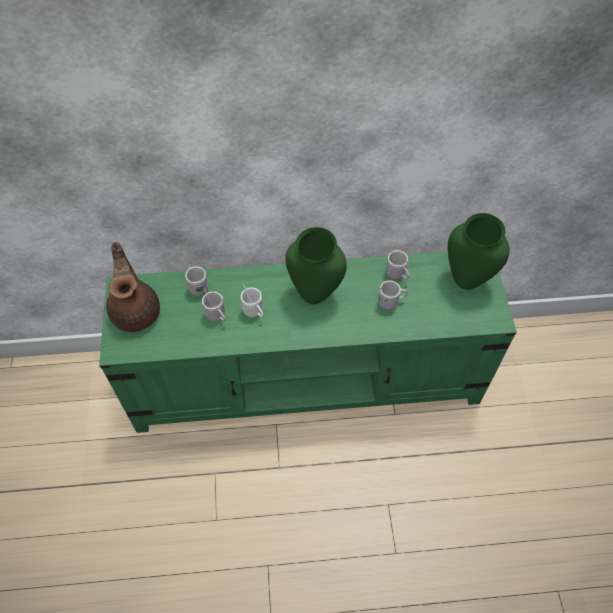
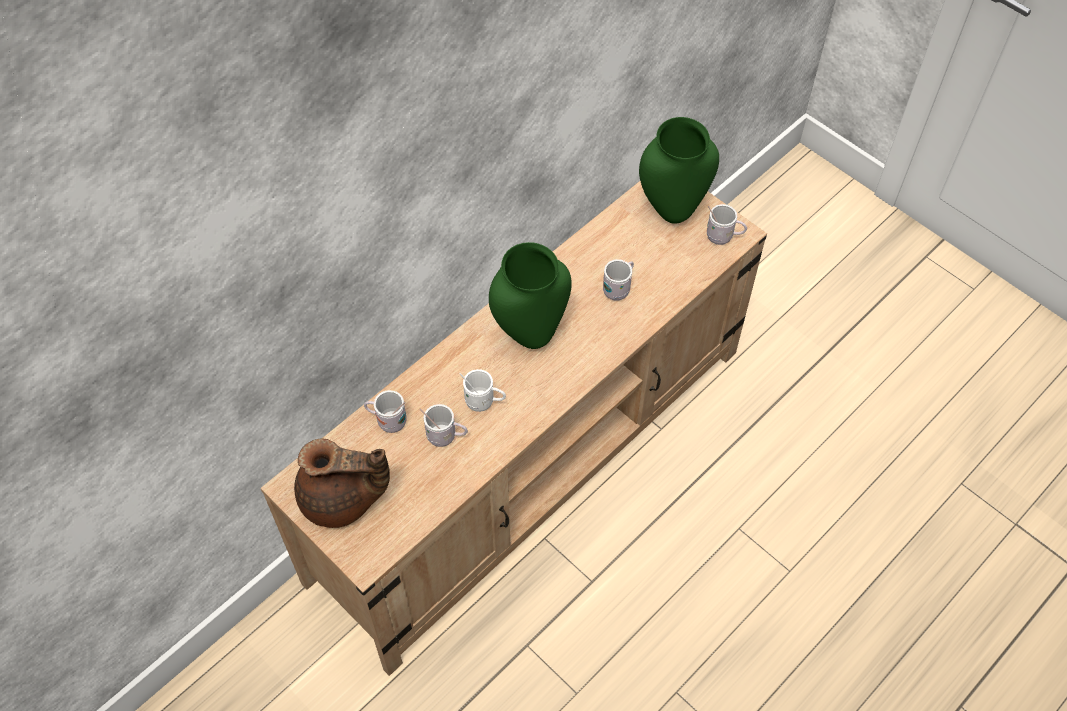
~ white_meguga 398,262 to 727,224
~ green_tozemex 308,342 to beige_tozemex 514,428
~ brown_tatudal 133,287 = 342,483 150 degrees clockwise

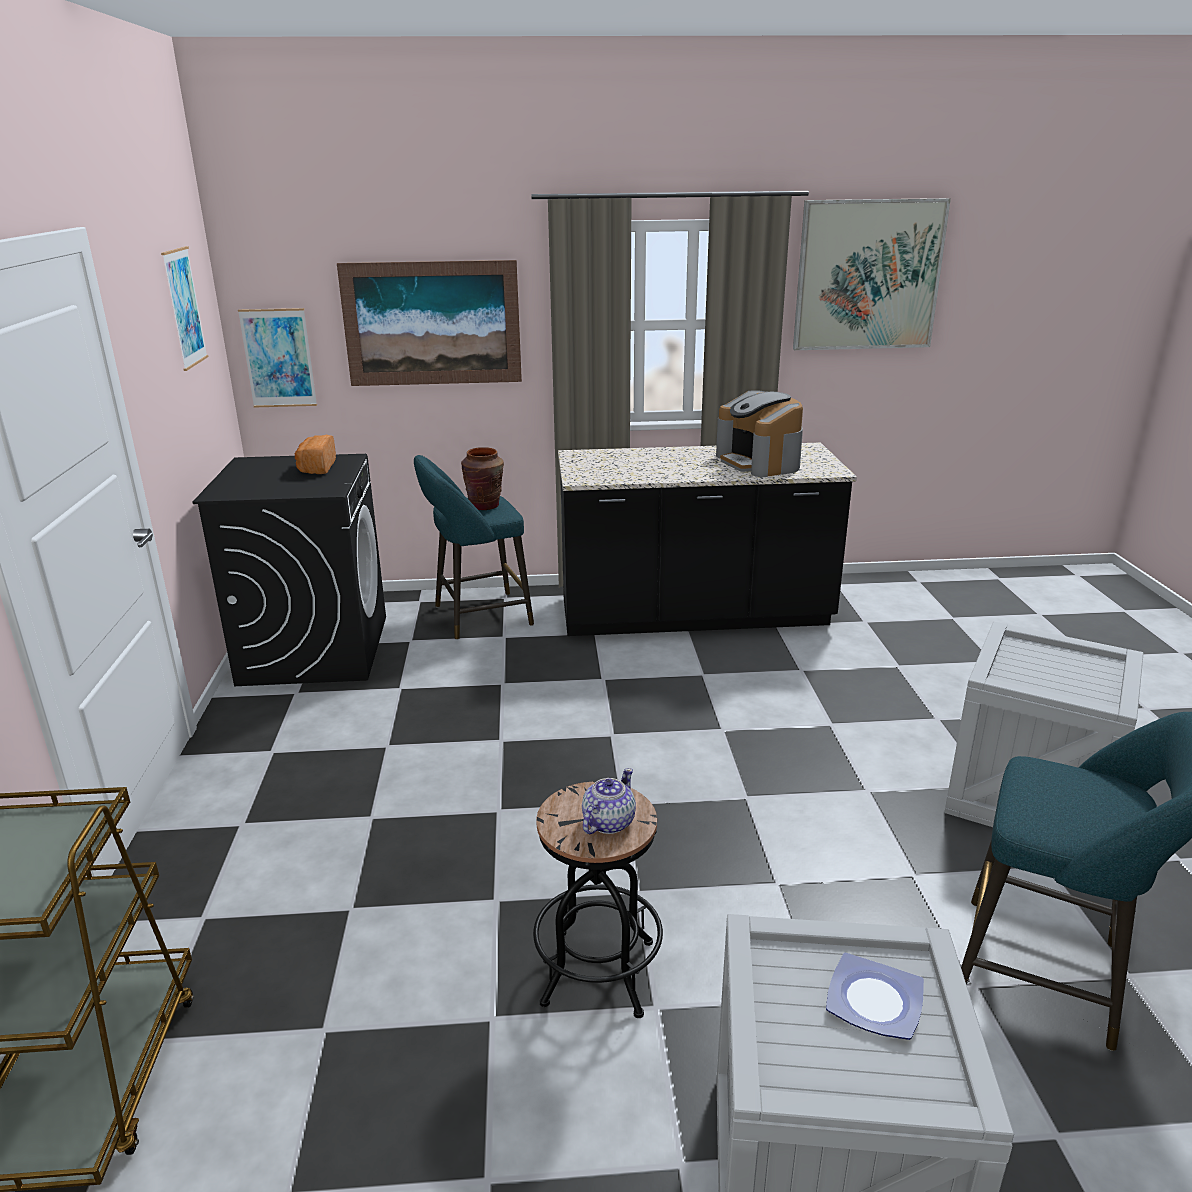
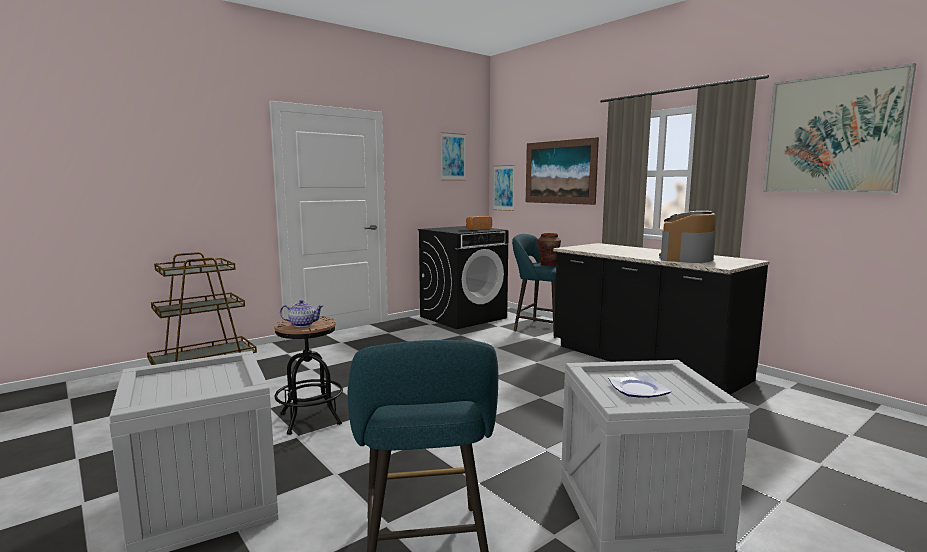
~ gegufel 875,996 to 639,386

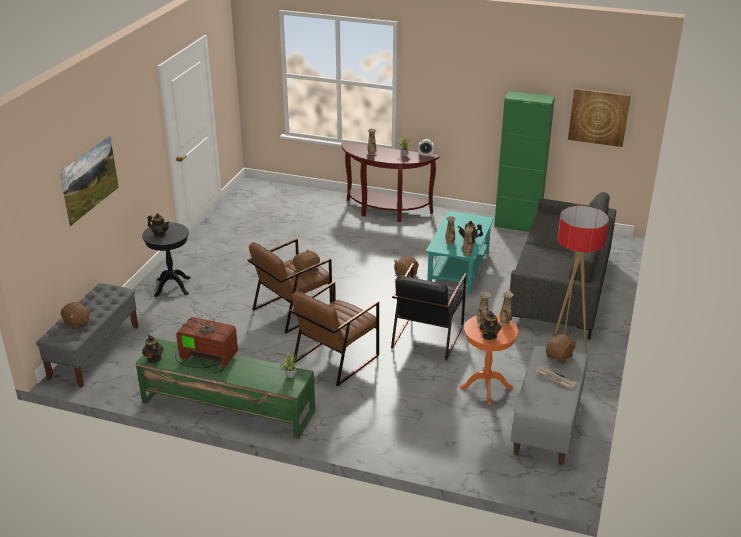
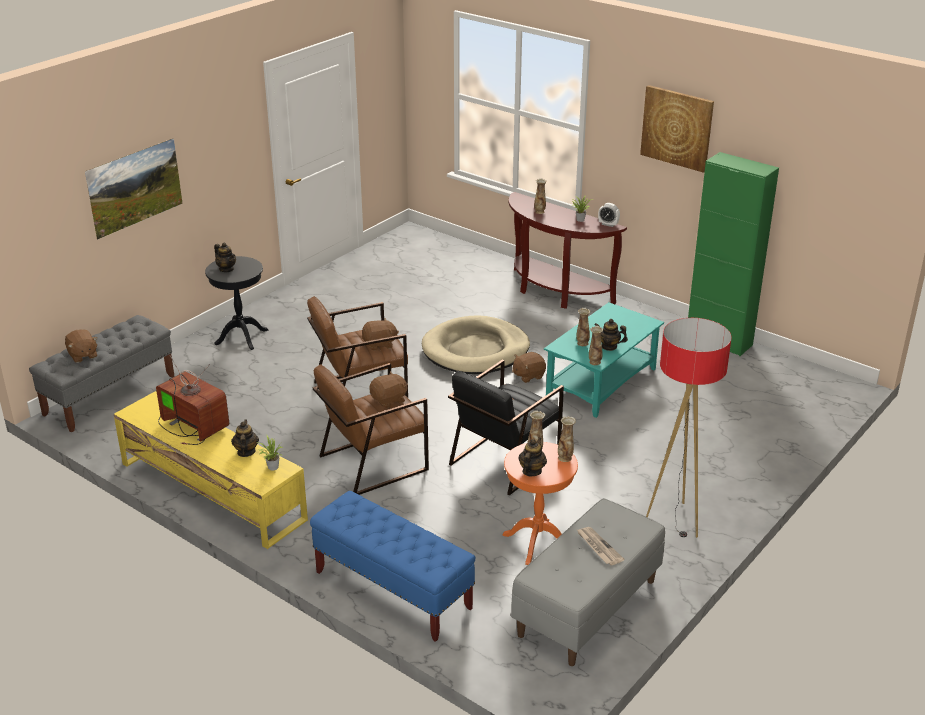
- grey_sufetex 563,266
+ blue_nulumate 392,566
+ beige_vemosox 476,345
~ tatudal 153,348 to 245,438
~ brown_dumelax 561,348 to 389,389
~ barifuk 599,117 to 677,129
~ green_tozemex 225,389 to yellow_tozemex 211,470

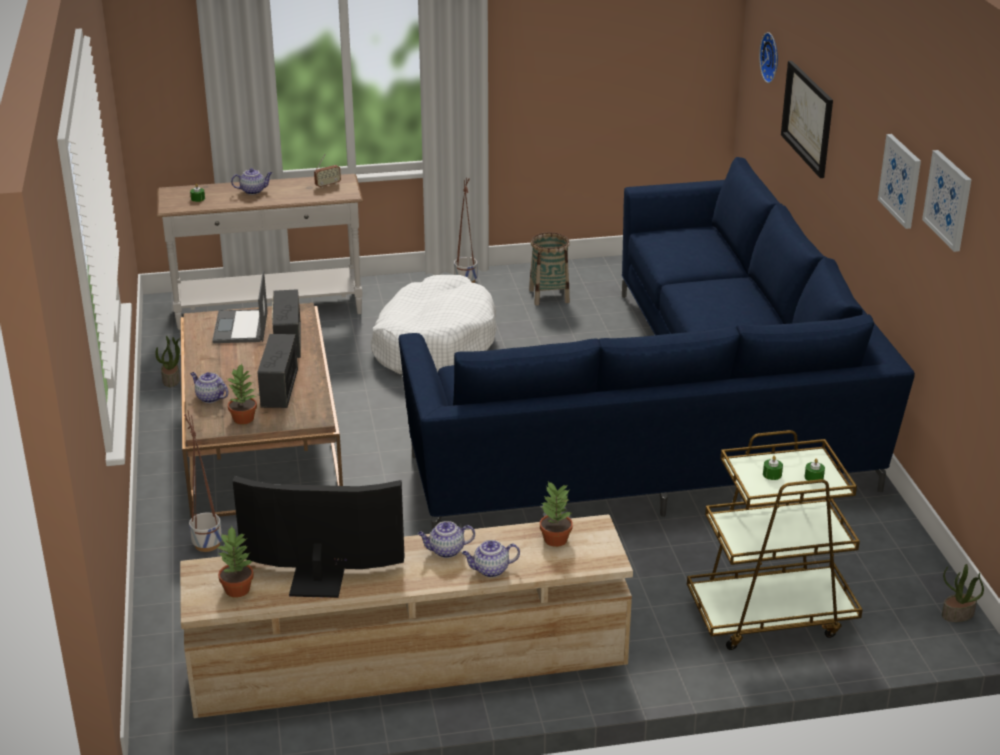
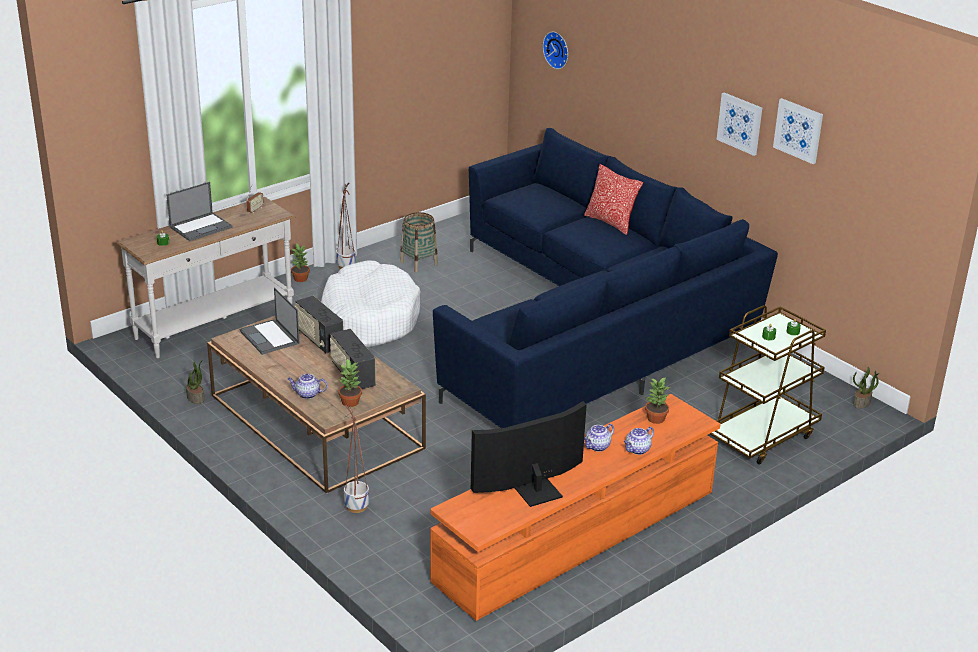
- barifuk 807,119
+ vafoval 613,199
~ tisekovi 235,562 to 300,262
~ tatudal 251,181 to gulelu 199,211
~ beige_tozemex 406,616 to orange_tozemex 575,507

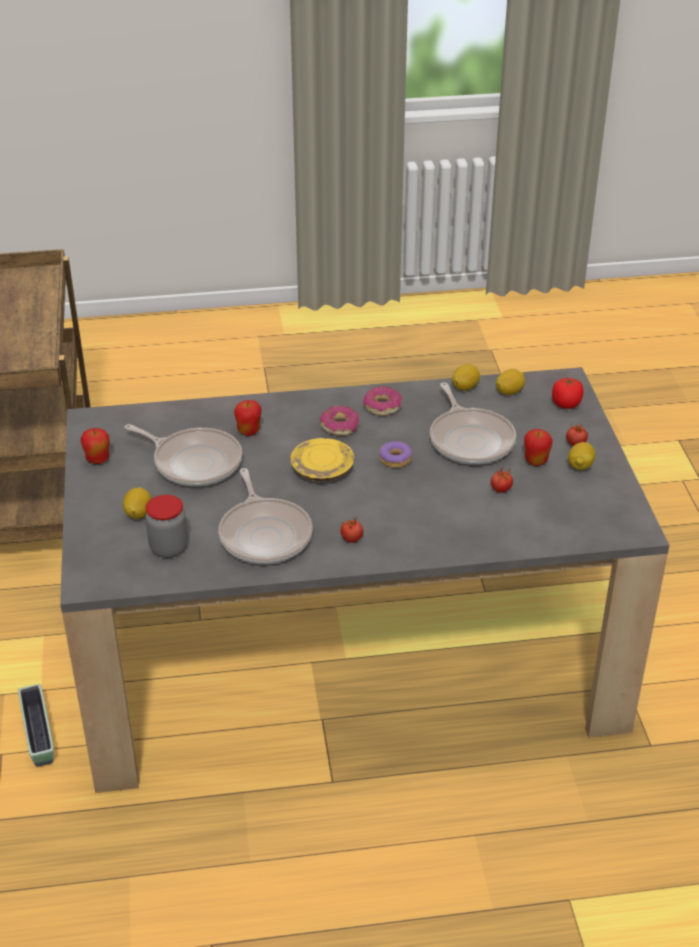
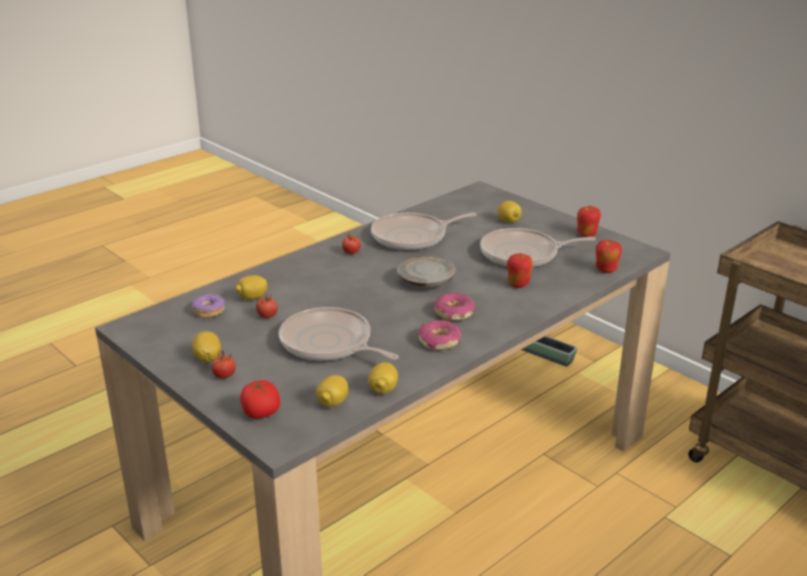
- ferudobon 166,526
+ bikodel 251,287
~ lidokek 395,454 to 208,305
~ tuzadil 538,447 to 609,256
~ yellow_gegufel 322,460 to grey_gegufel 426,272
~ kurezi 265,516 = 424,231 60 degrees counterclockwise

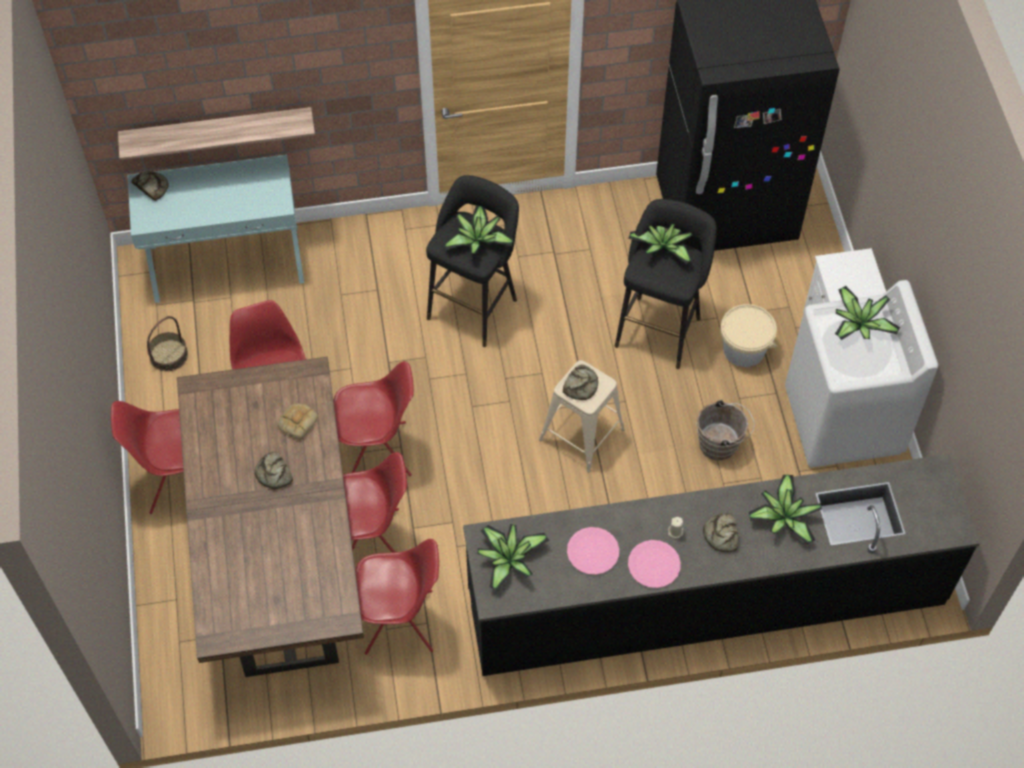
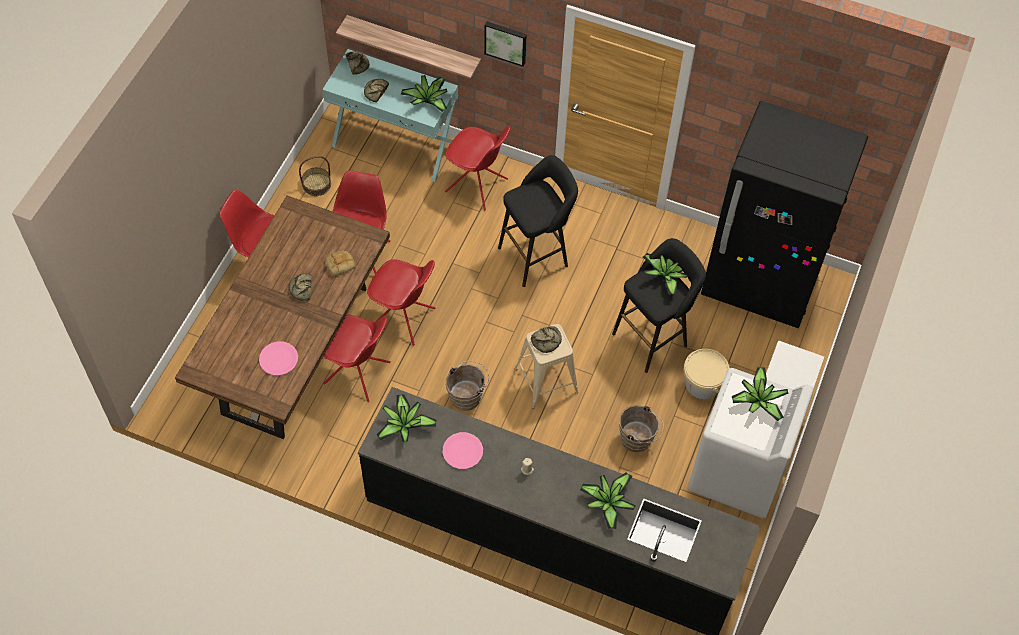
+ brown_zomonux 467,386
+ barifuk 505,44
~ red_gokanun 397,597 to 478,168
~ tisekovi 478,230 to 424,93
~ pink_gegufel 654,564 to 278,358
~ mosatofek 720,532 to 376,90

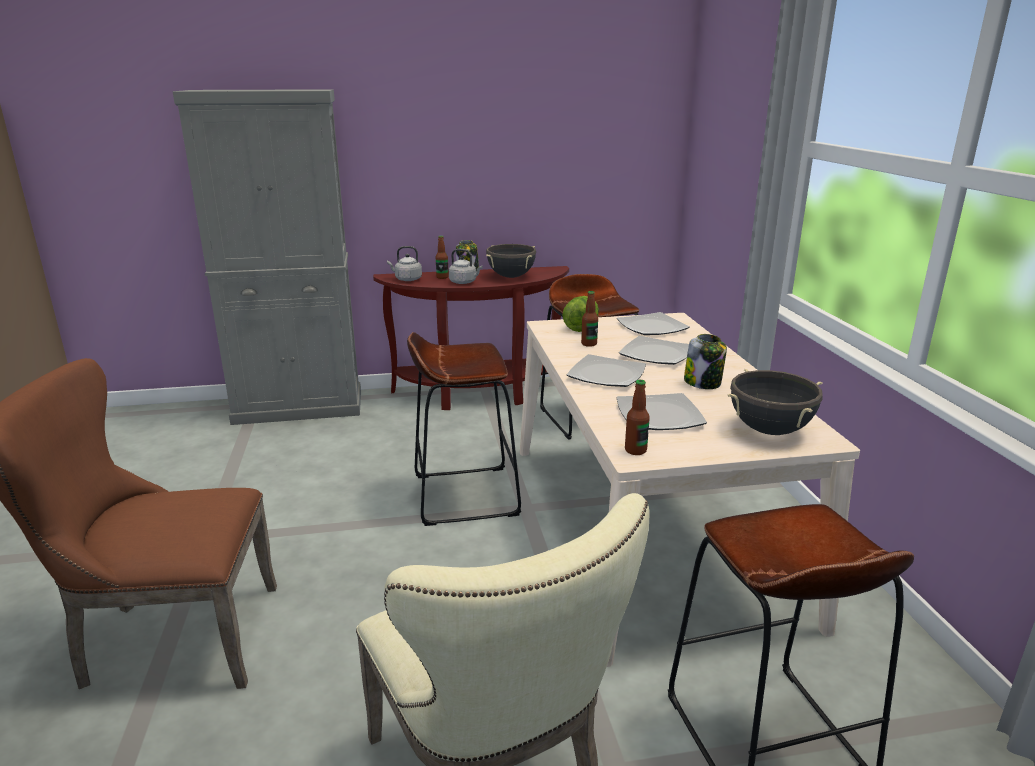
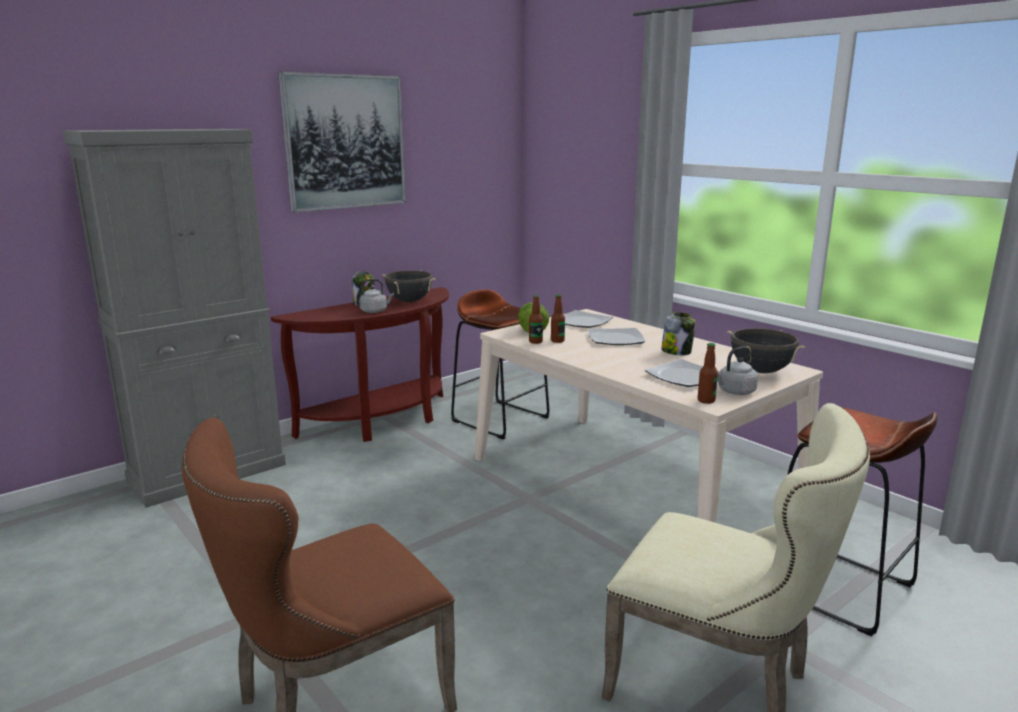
- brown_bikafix 464,429
- gegufel 606,370
+ barifuk 342,141
~ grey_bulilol 404,263 to 737,370
~ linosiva 442,257 to 536,319

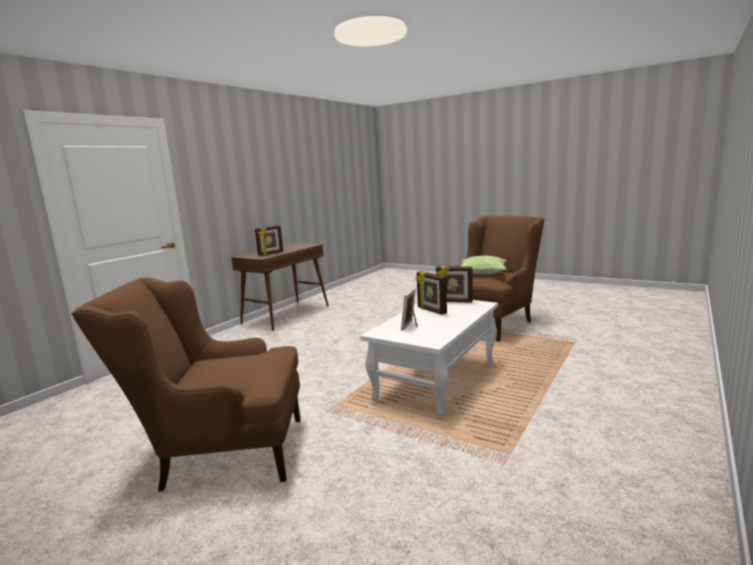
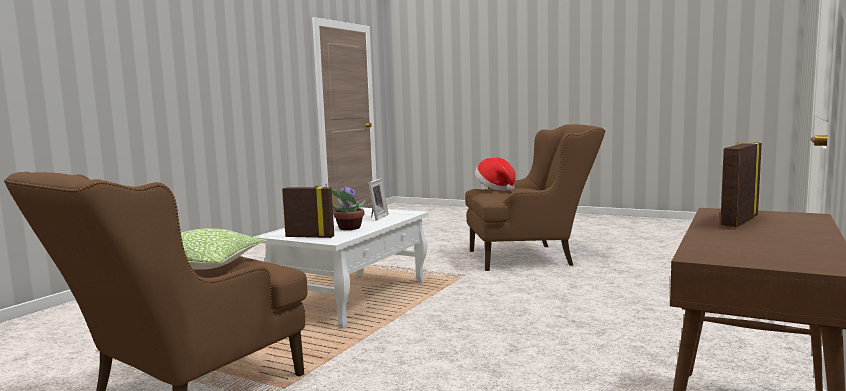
+ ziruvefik 495,174
~ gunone 431,293 to tisekovi 346,205

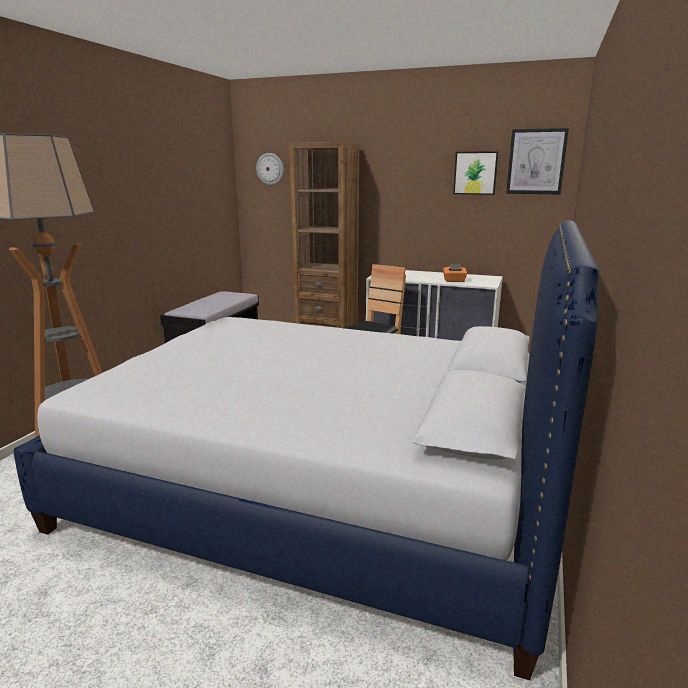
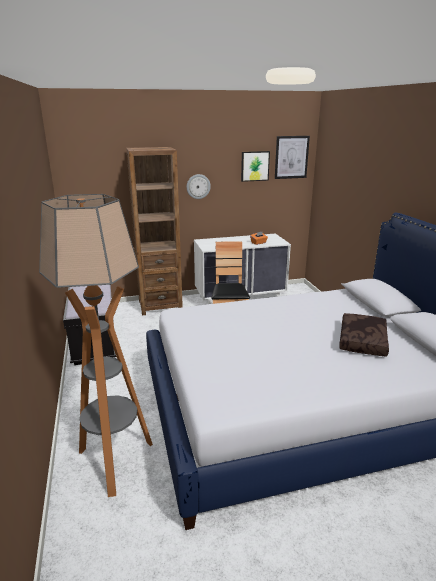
+ brown_vafoval 364,335
~ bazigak 270,169 to 199,186

